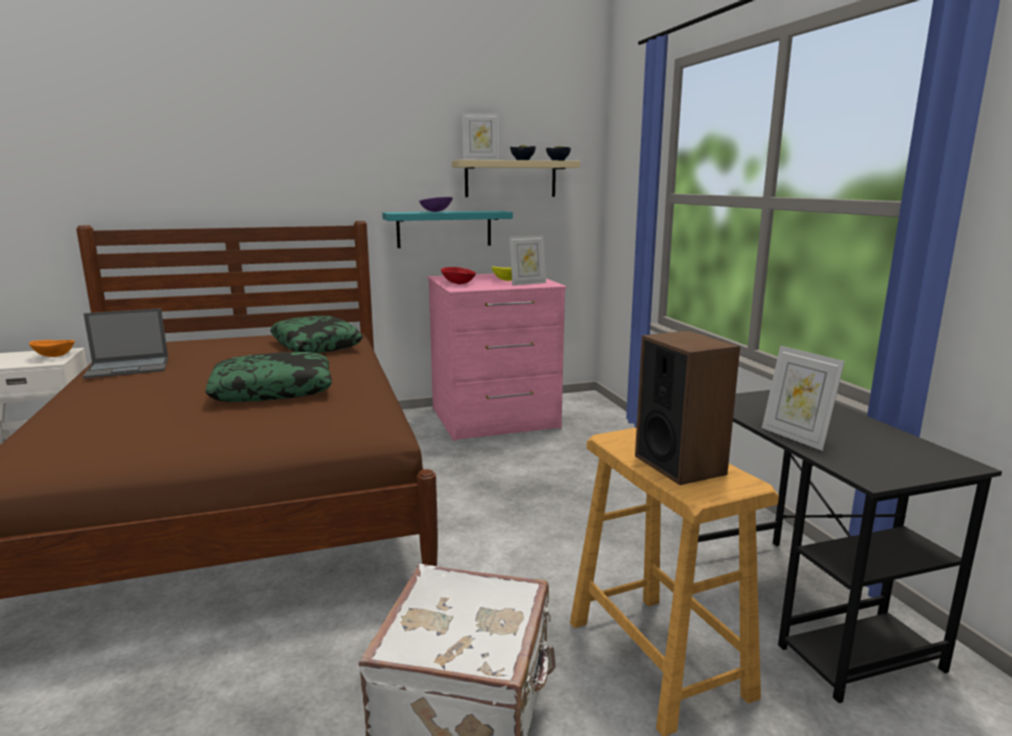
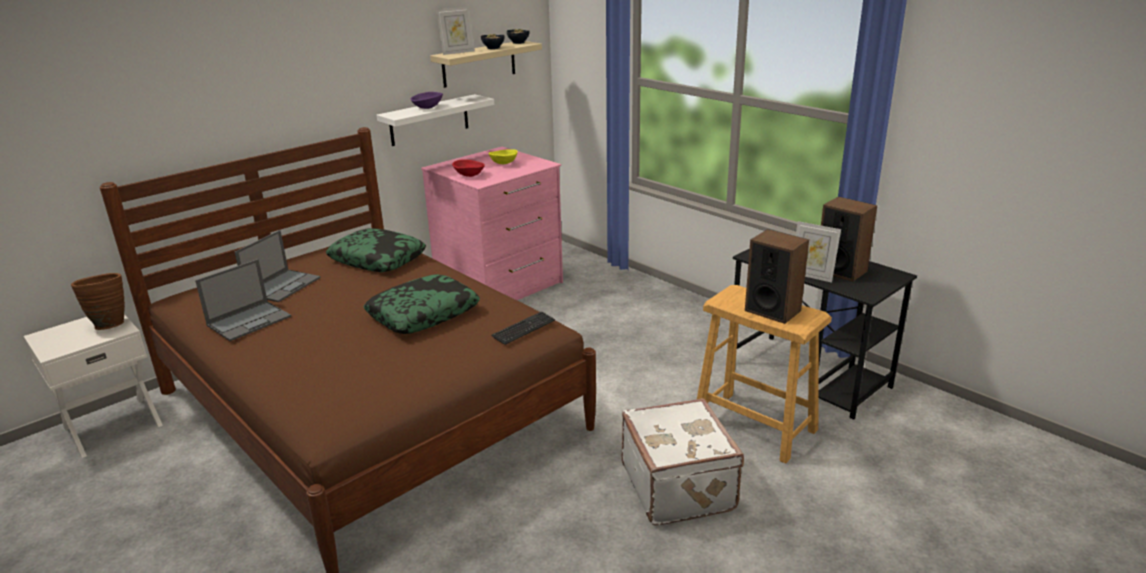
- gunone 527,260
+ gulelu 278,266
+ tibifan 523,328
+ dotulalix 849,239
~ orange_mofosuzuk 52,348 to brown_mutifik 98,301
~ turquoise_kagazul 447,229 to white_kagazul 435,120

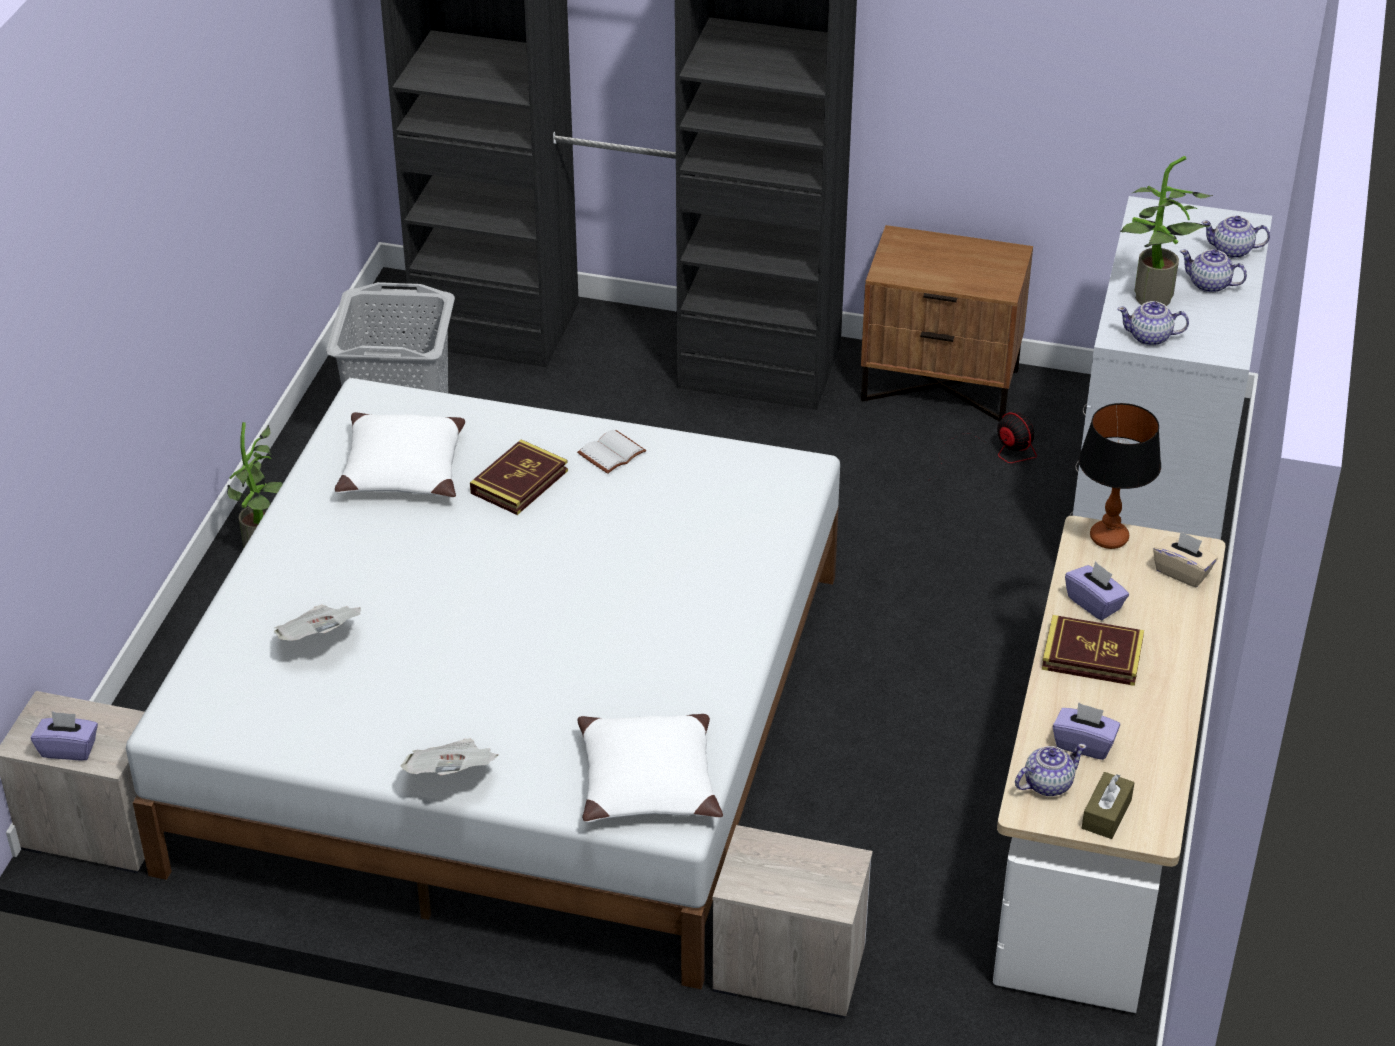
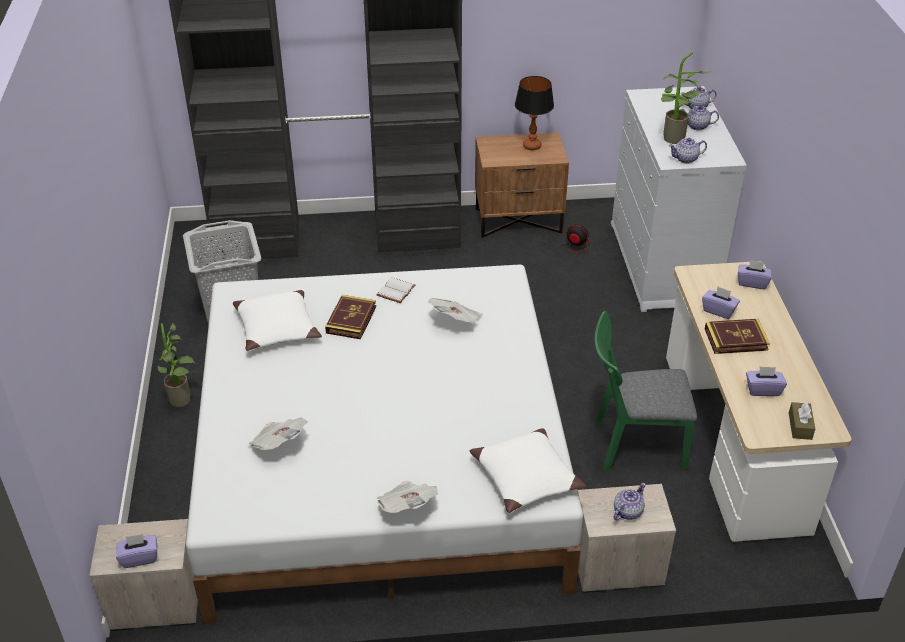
+ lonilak 455,310
+ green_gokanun 646,391
~ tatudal 1051,770 to 630,501
~ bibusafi 1120,476 to 534,113
~ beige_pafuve 1185,559 to purple_pafuve 755,274

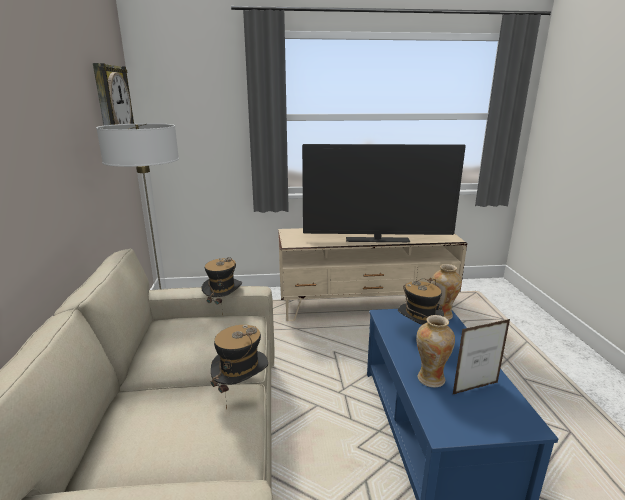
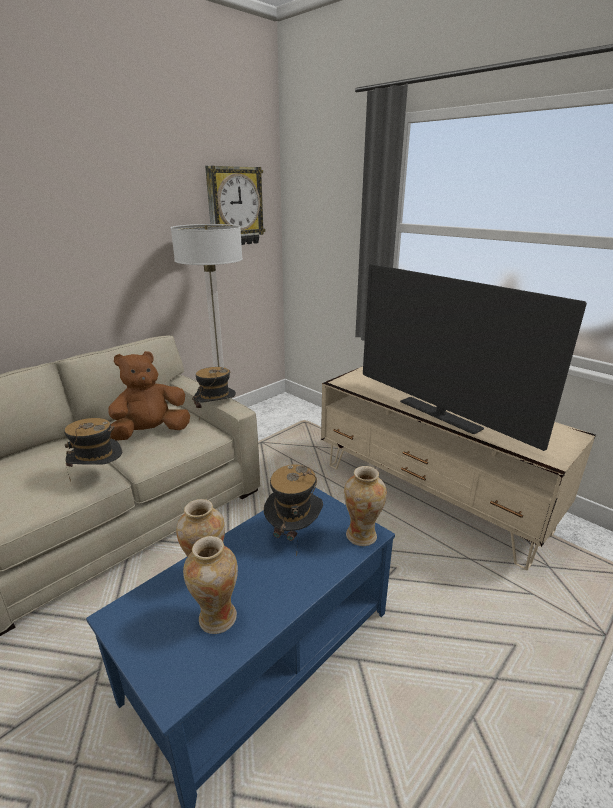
+ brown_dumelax 149,396
~ gunone 481,356 to mutifik 210,585

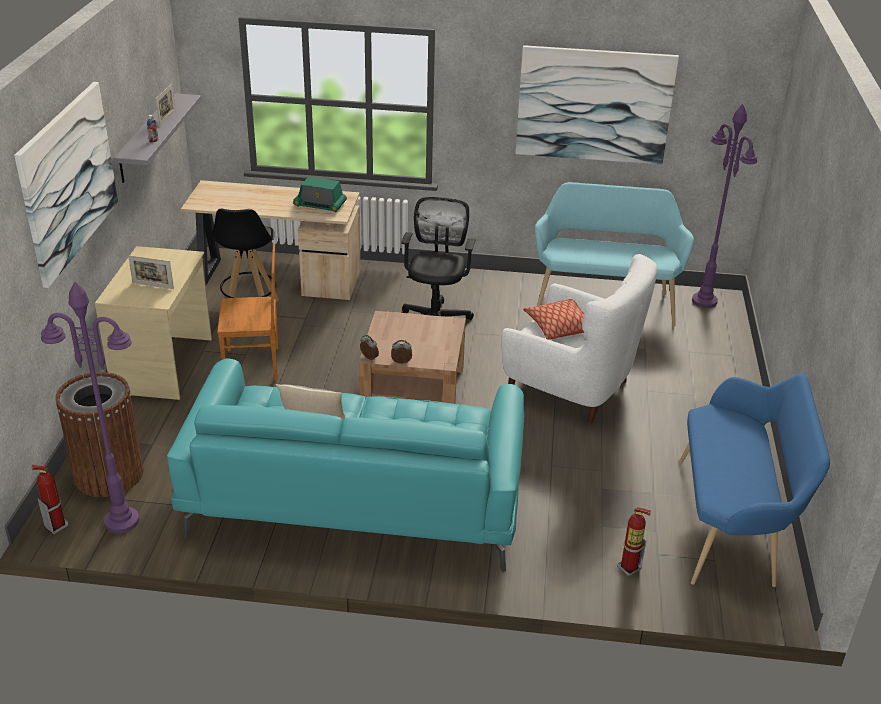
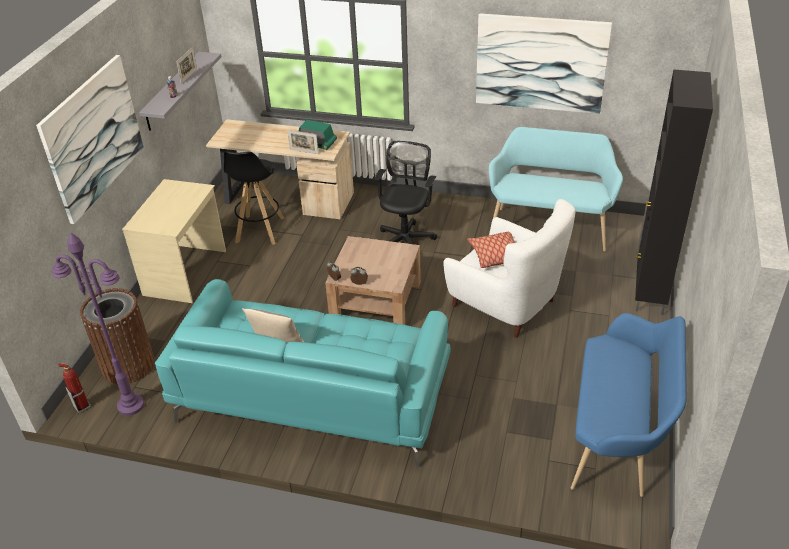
- brown_gokanun 248,312
- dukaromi 634,541
- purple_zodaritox 724,206
+ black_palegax 674,192
~ gunone 151,272 to 303,142

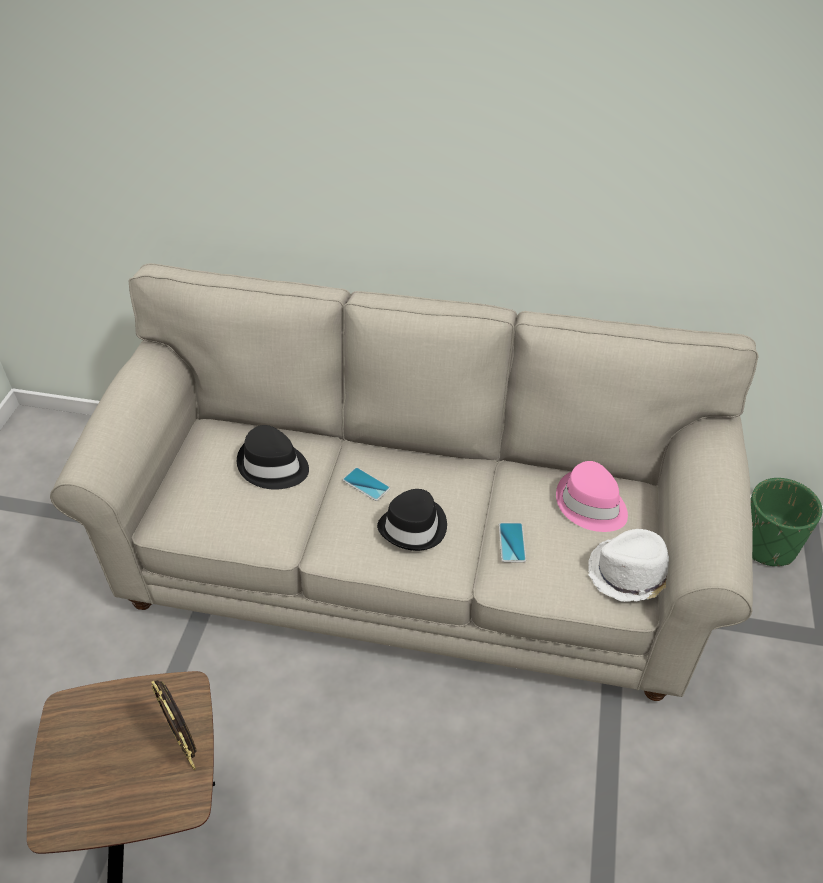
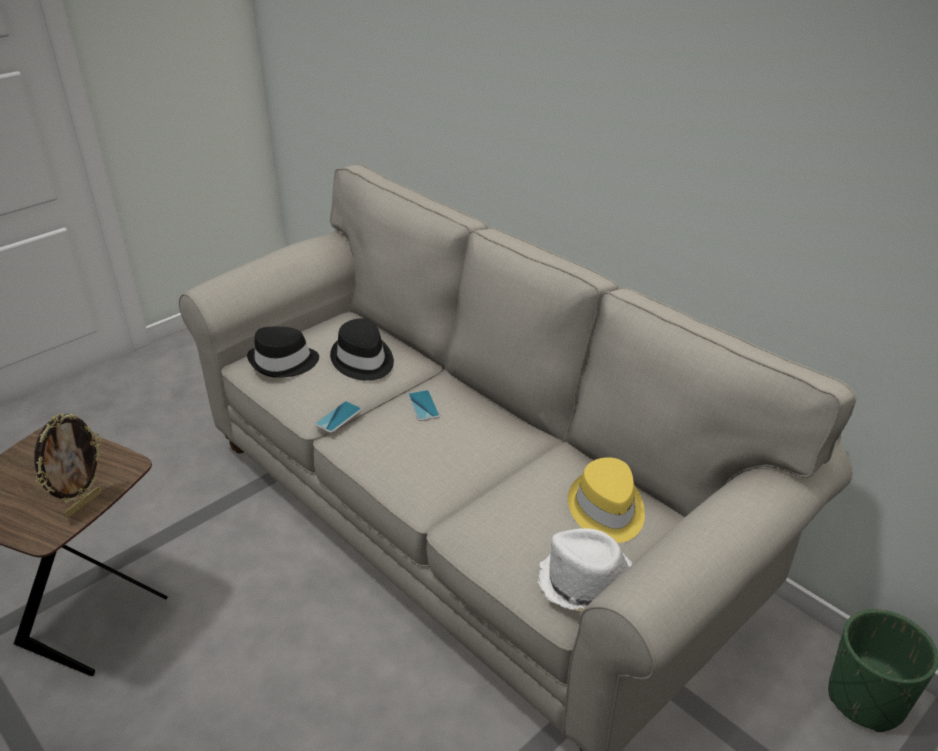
~ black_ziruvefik 412,520 to 283,352
~ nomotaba 512,542 to 338,417
~ pink_ziruvefik 592,496 to yellow_ziruvefik 606,500
~ gunone 174,725 = 68,465 150 degrees counterclockwise

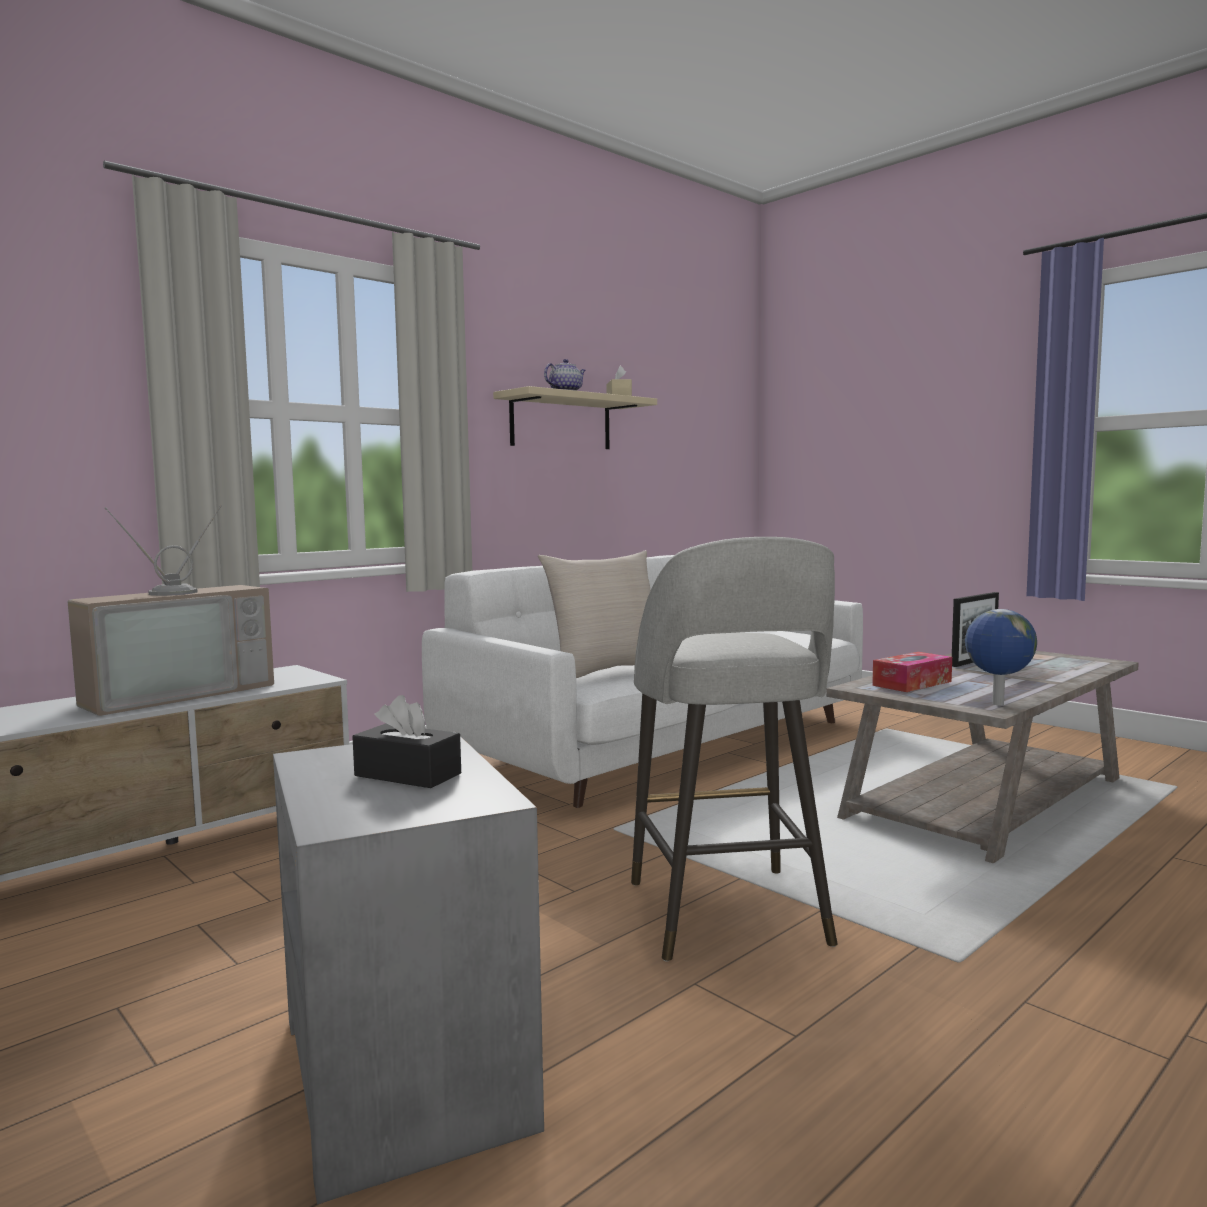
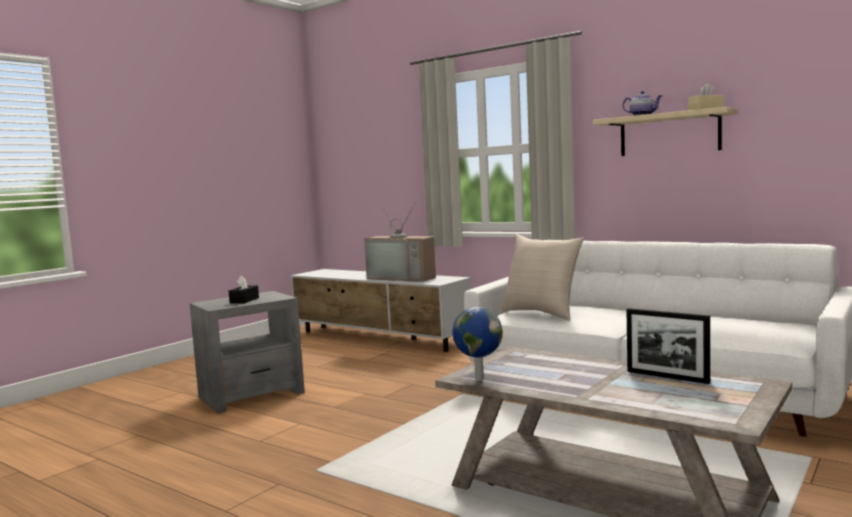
- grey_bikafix 734,749
- pafuve 912,672

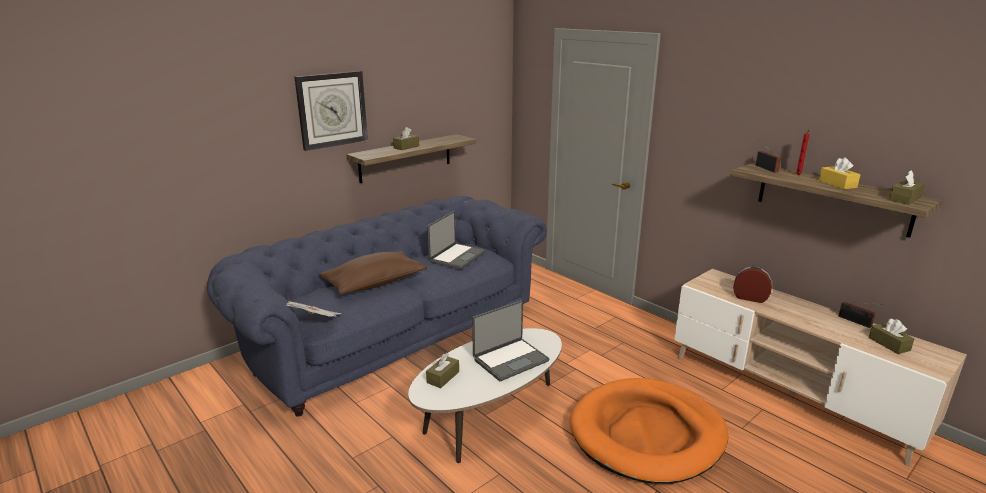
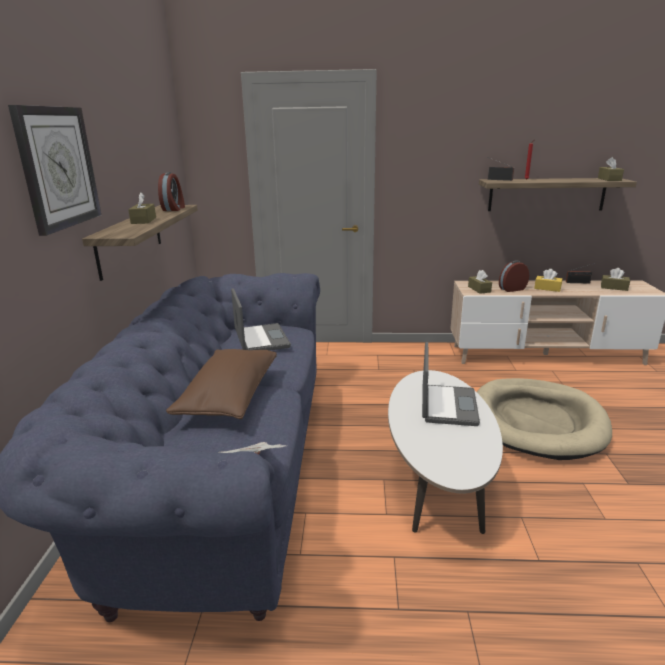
+ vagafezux 171,191
~ brown_pafuve 442,370 to 480,282
~ yellow_pafuve 840,173 to 548,280
~ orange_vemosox 649,431 to beige_vemosox 544,419

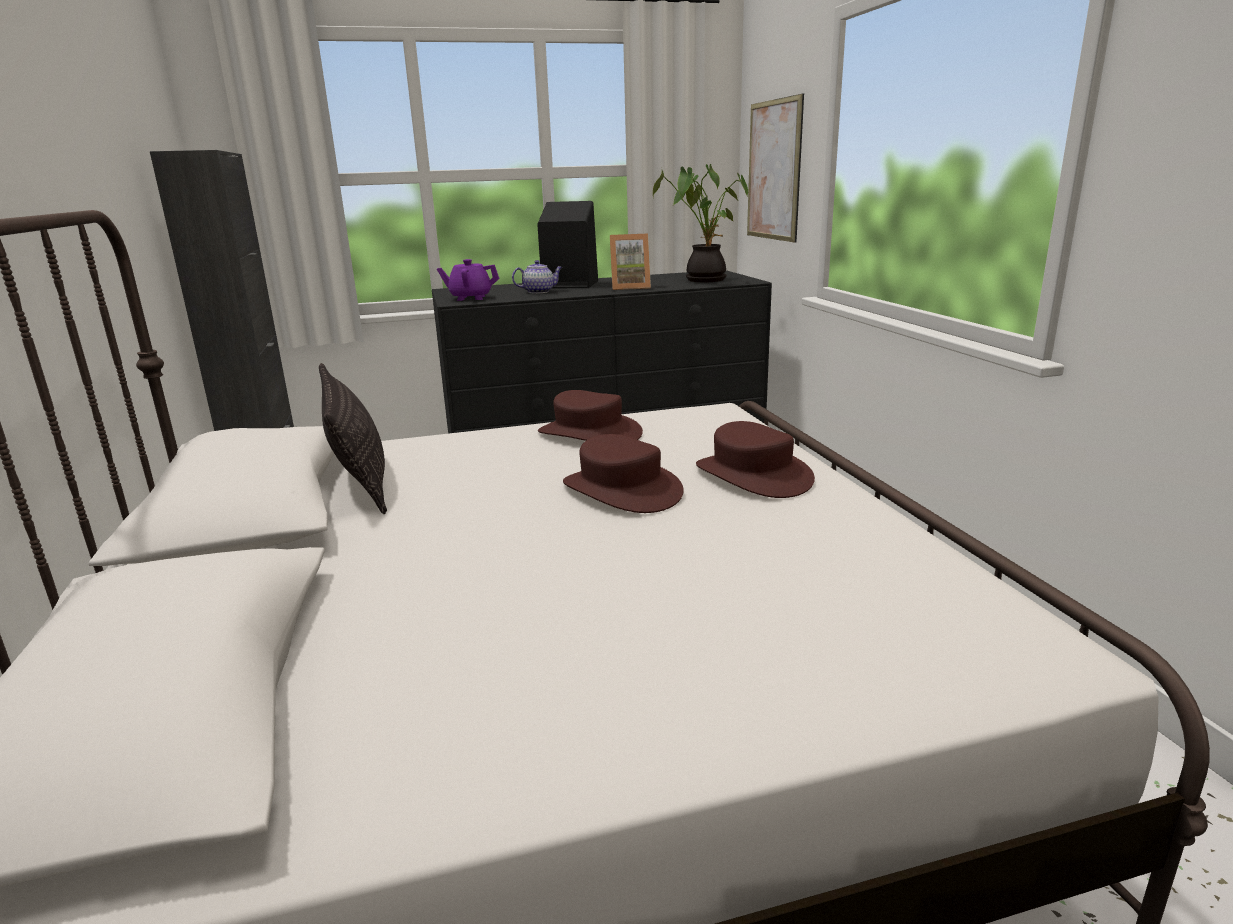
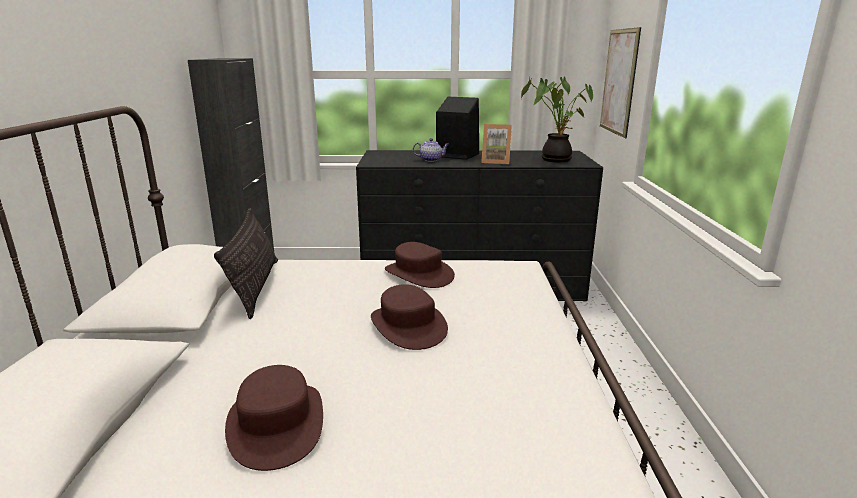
- purple_tatudal 468,280
~ brown_ziruvefik 755,459 to 274,418

